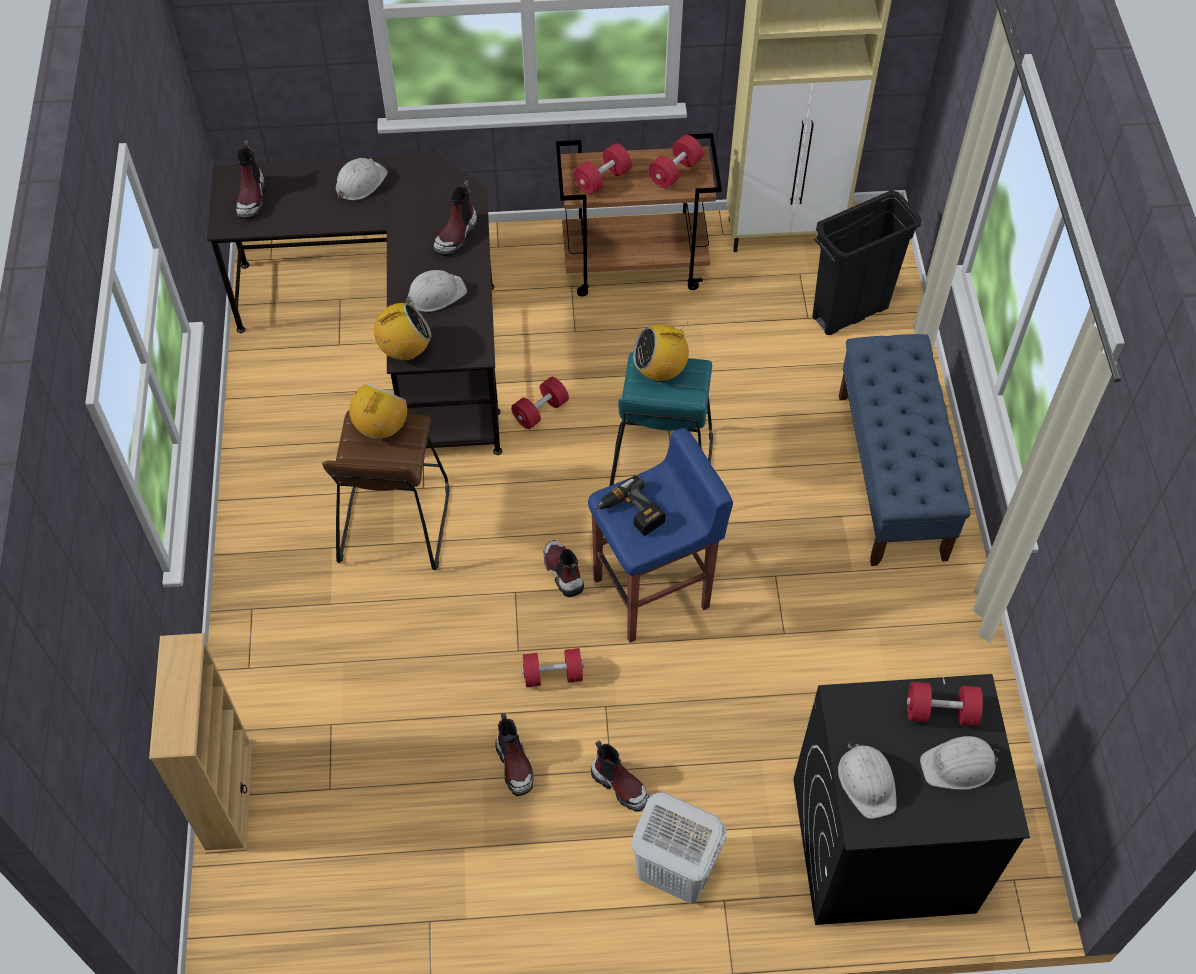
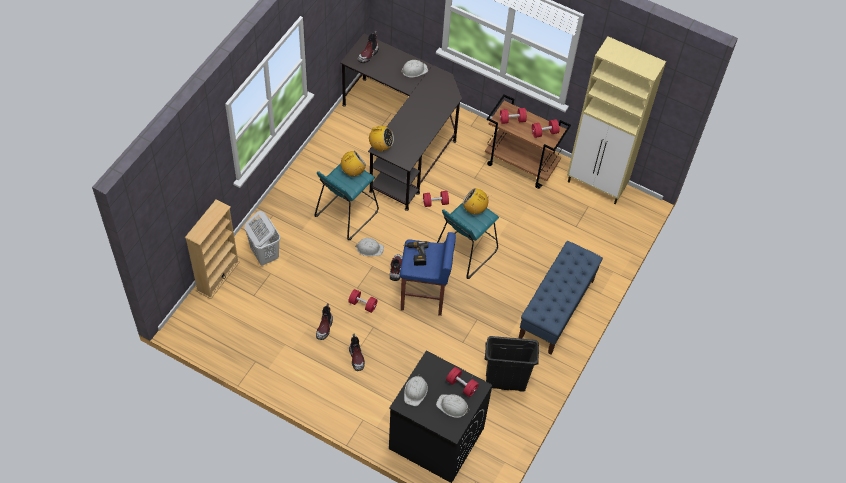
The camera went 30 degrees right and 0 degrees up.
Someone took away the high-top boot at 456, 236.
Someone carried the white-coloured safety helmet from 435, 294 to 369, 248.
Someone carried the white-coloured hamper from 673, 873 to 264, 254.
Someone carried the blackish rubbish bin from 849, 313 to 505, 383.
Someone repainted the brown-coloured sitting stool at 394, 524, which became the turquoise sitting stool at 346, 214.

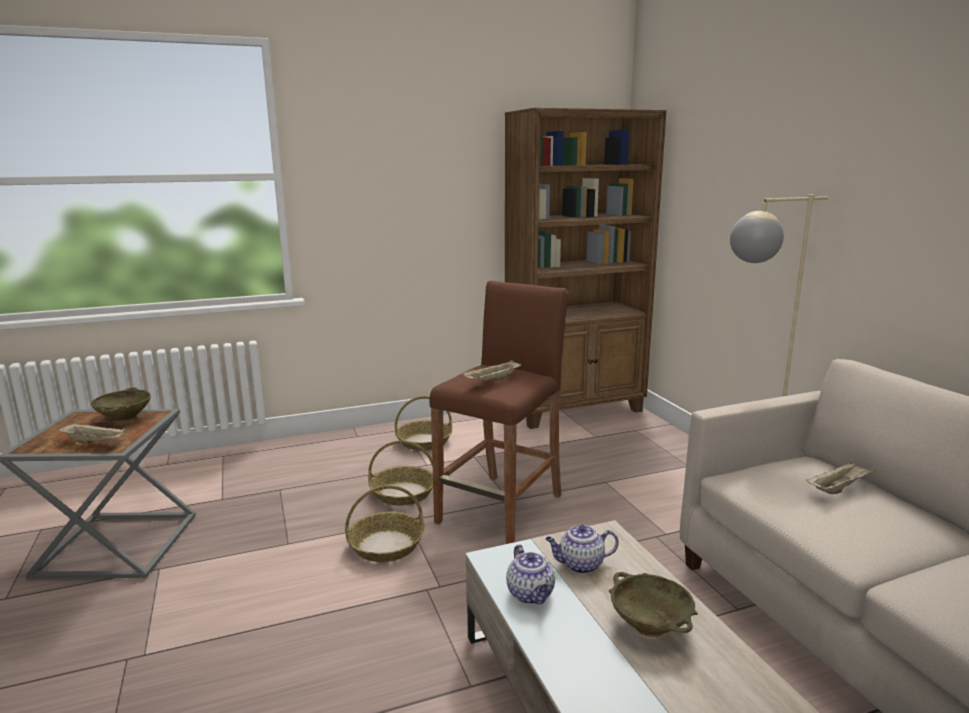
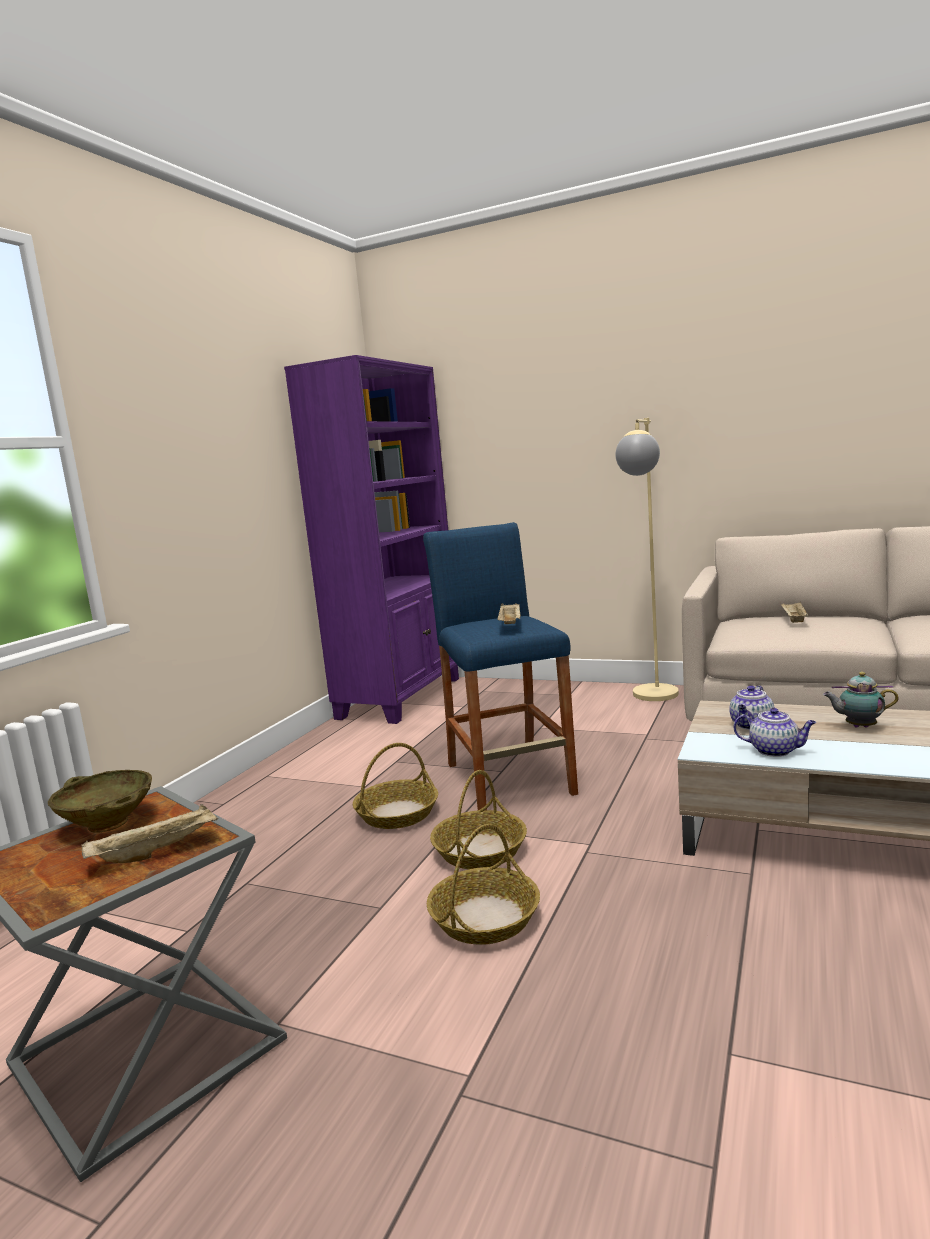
The camera went 45 degrees left and 5 degrees down.
Someone carried the storage basket from 424, 442 to 485, 918.
Someone swapped the sand-coloured serving bowl at 650, 626 for the pot for tea at 858, 727.
Someone repainted the brown-coloured sitting stool at 501, 509, which became the blue sitting stool at 509, 779.
Someone repainted the brown-coloured shelving unit at 575, 409, which became the purple-coloured shelving unit at 402, 697.

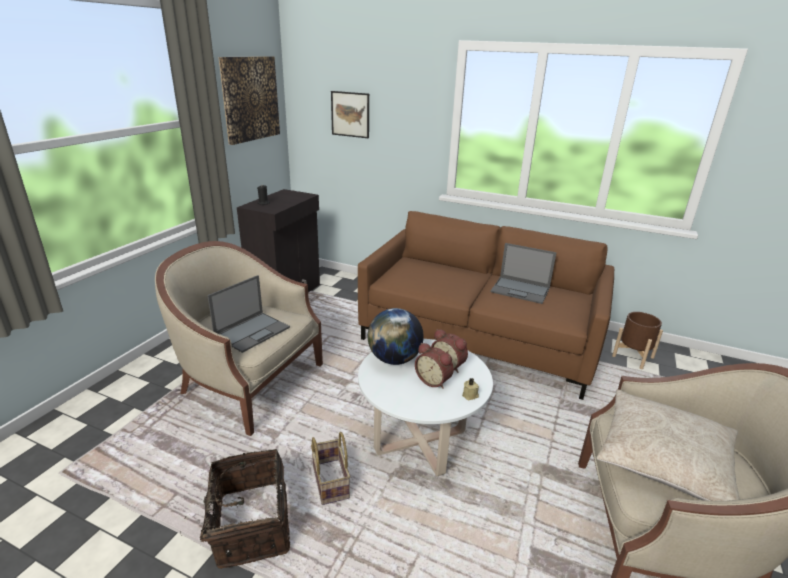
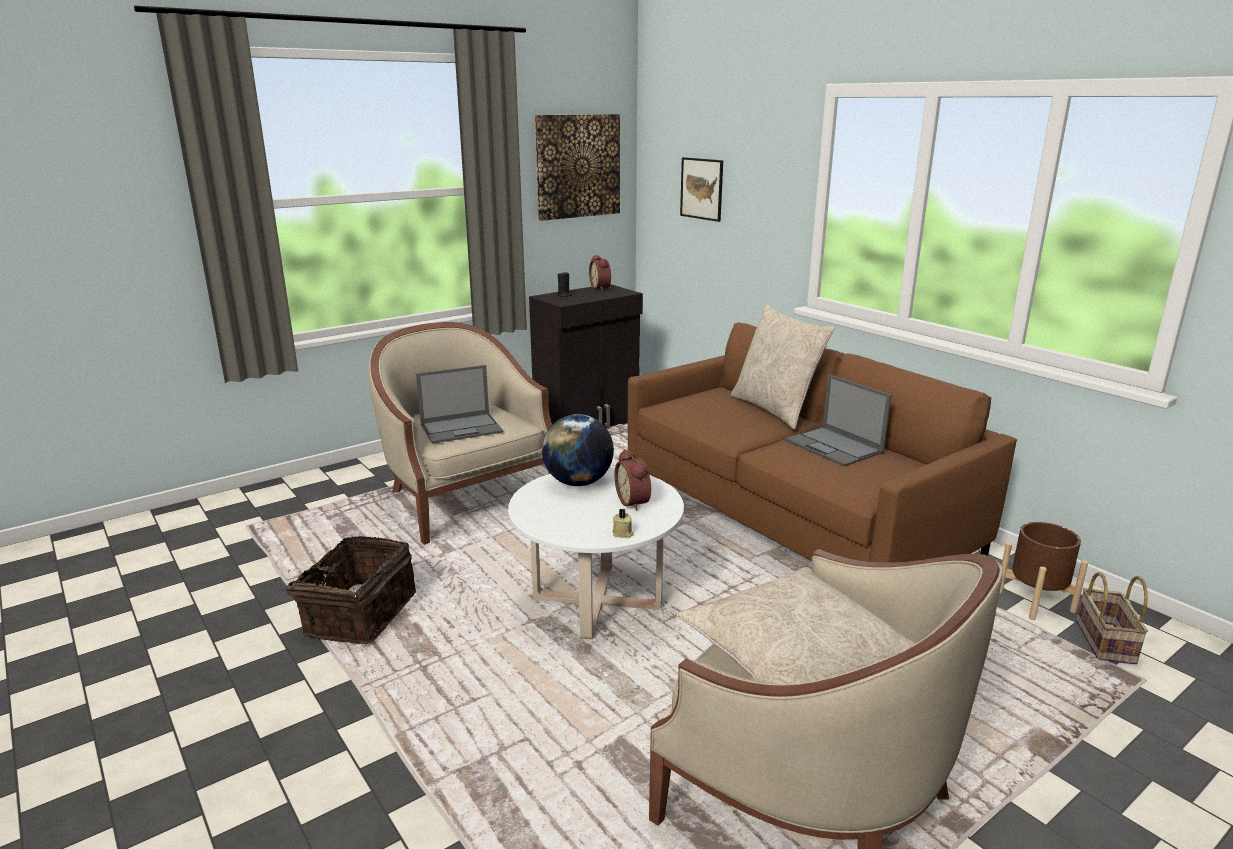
The camera went 30 degrees right and 5 degrees down.
Someone put down the sand-coloured throw pillow at 775, 409.
Someone carried the storage basket from 329, 481 to 1103, 641.
Someone carried the bedside clock from 434, 380 to 601, 288.

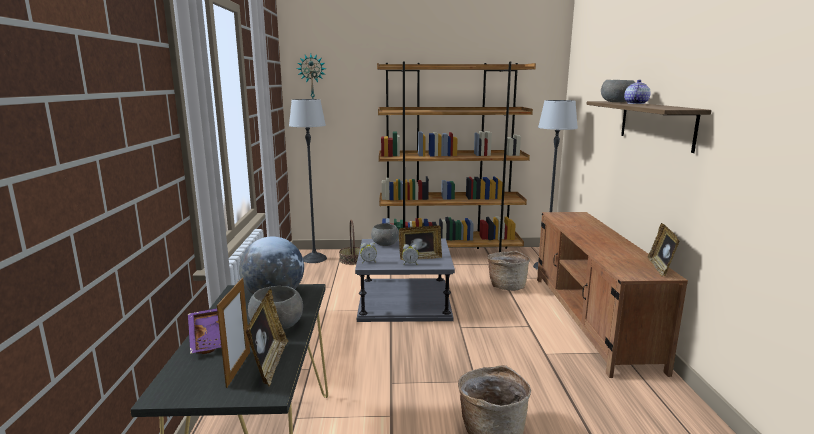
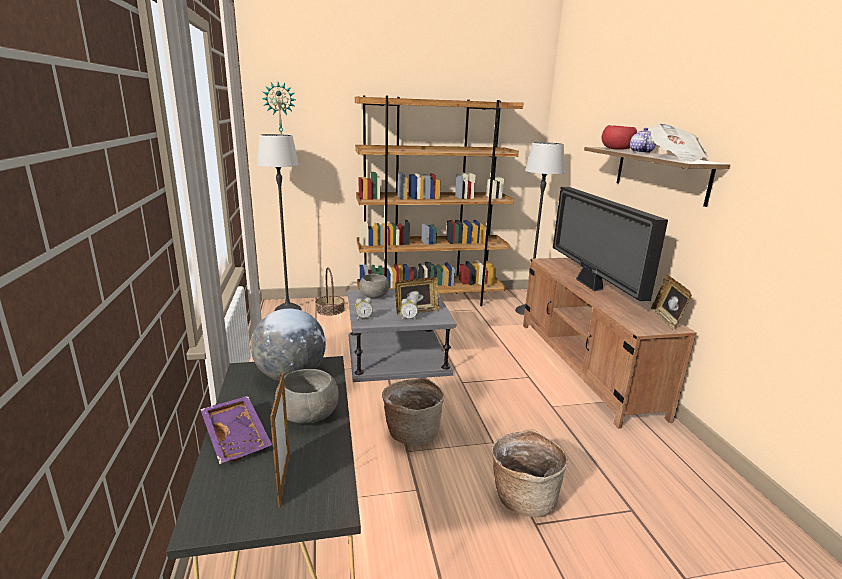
The camera went 10 degrees left and 5 degrees up.
Someone took away the standing frame at 269, 364.
Someone put down the TV set at 590, 285.
Someone put down the daily paper at 675, 158.
Someone carried the storage basket from 507, 286 to 412, 432.
Someone repainted the gray serving bowl at 617, 102, which became the reddish serving bowl at 617, 149.

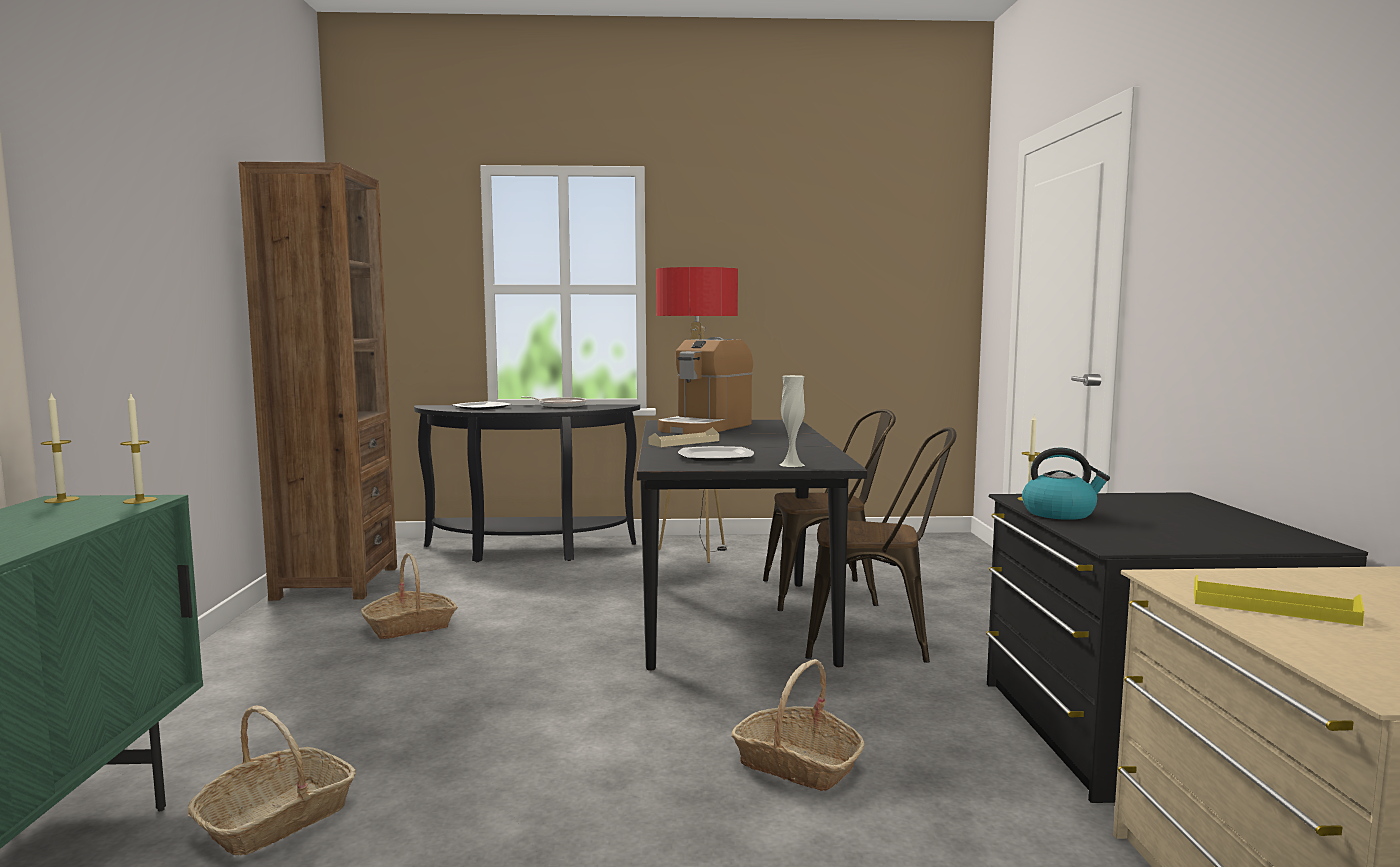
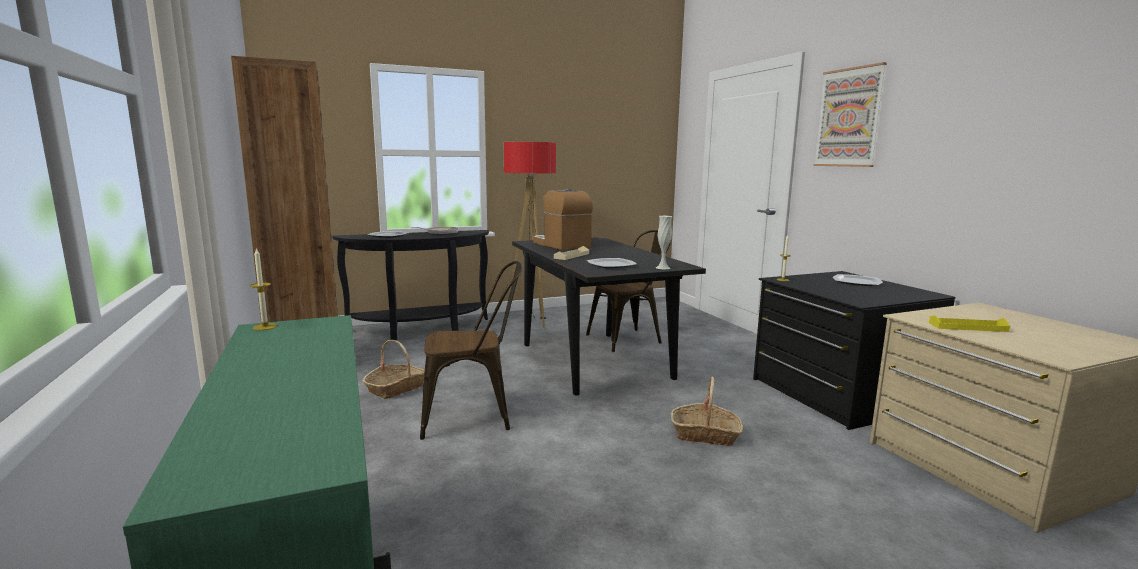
The camera went 20 degrees left and 5 degrees up.
Someone took away the candle at 140, 500.
Someone took away the storage basket at 276, 819.
Someone took away the kettle at 1060, 513.
Someone put up the picture at 848, 118.
Someone put down the dinner plate at 857, 282.
Someone carried the brown-coloured upright chair from 878, 641 to 474, 416.
Someone rotated the coffee machine at 705, 427 by 135 degrees clockwise.

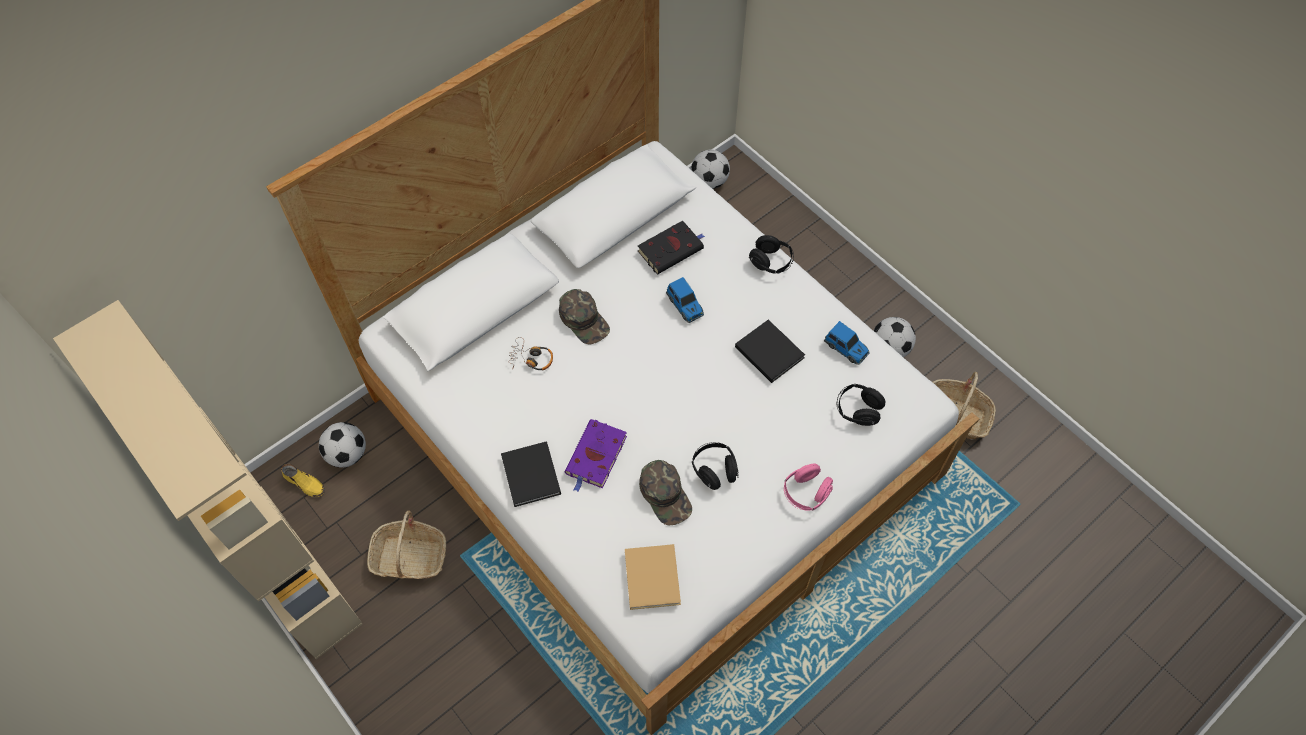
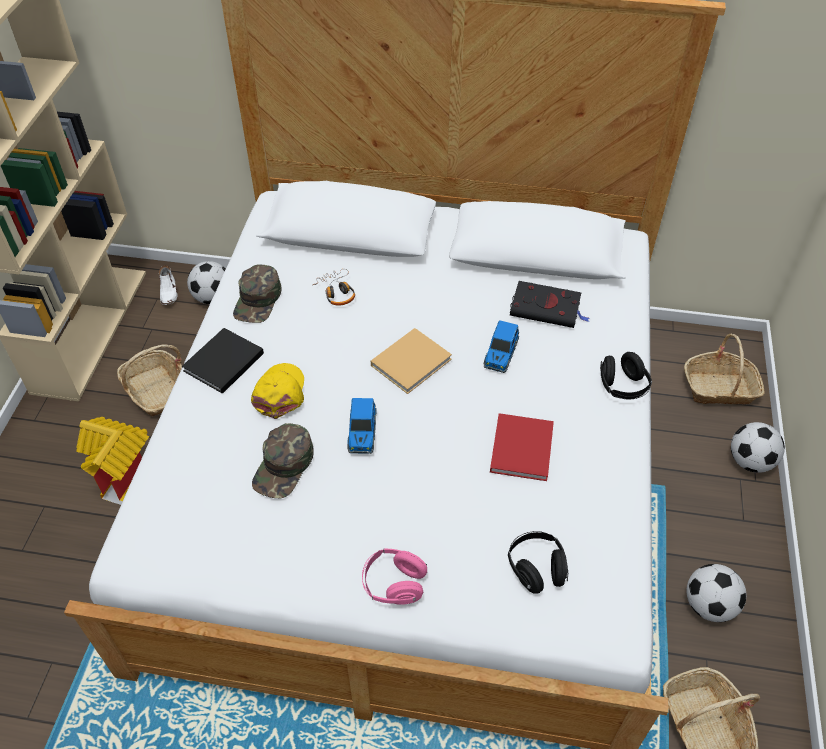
The camera went 50 degrees right and 10 degrees down.
Someone took away the blackish pair of headphones at 714, 470.
Someone put down the toy house at 125, 476.
Someone put down the storage basket at 719, 388.
Someone carried the green-coloured cap from 584, 320 to 258, 300.
Someone carried the sand-coloured volume from 652, 575 to 412, 361.
Someone carried the football from 709, 182 to 750, 461.
Someone carried the miniature car from 846, 348 to 362, 433.
Someone swapped the purple-coloured volume at 596, 457 for the yellow-coloured cap at 280, 393.
Someone repainted the yellow-coloured item of footwear at 305, 483, which became the white-coloured item of footwear at 169, 292.
Someone repainted the blackish volume at 768, 351, which became the reddish volume at 522, 446.

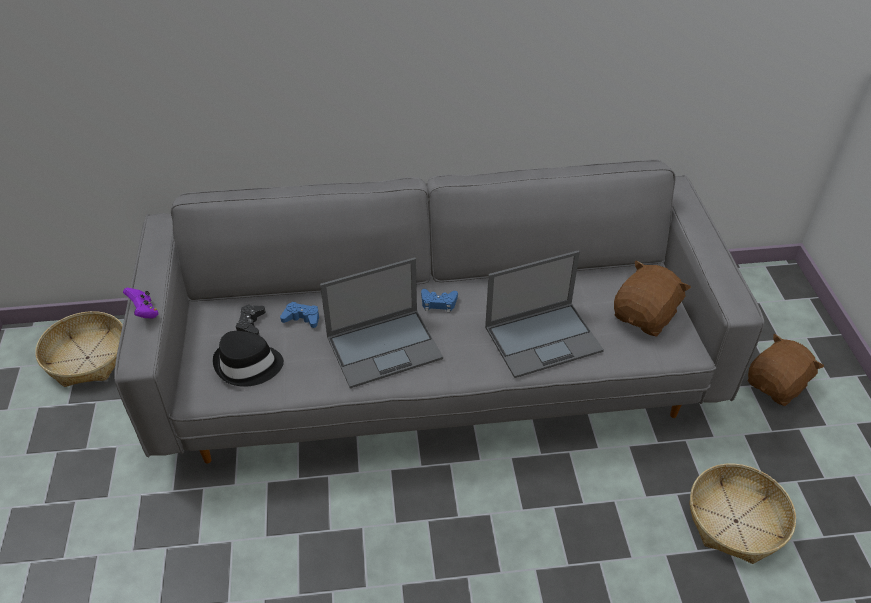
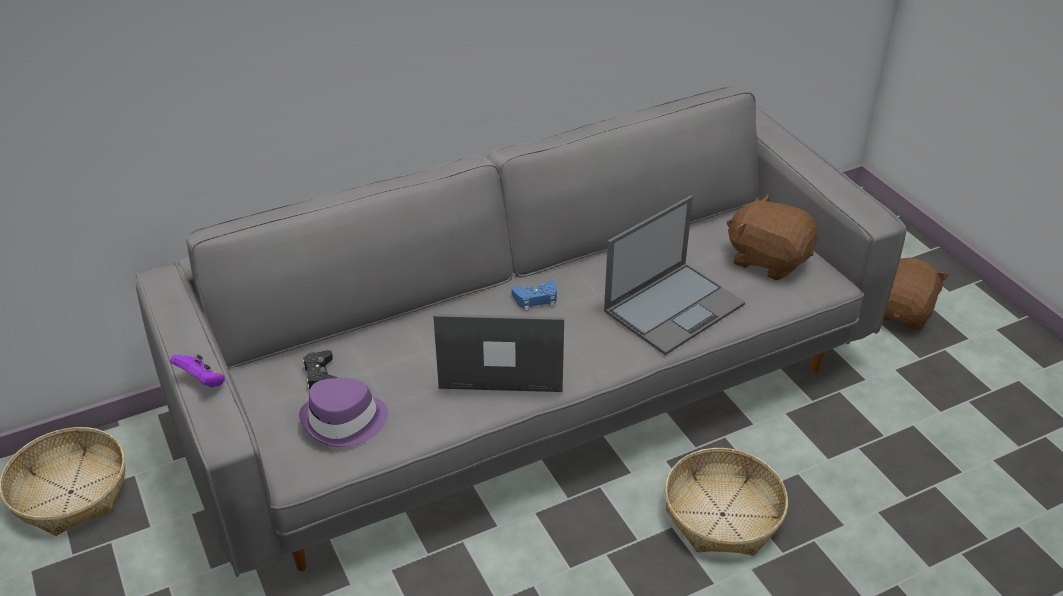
The camera went 20 degrees left and 5 degrees down.
Someone took away the blue game controller at 302, 318.
Someone carried the storage basket from 736, 521 to 722, 514.
Someone repainted the blackish hat at 248, 365, which became the purple-coloured hat at 344, 421.
Someone rotated the portable computer at 385, 347 by 135 degrees counterclockwise.
Someone rotated the brown-coloured soft toy at 645, 316 by 75 degrees counterclockwise.

